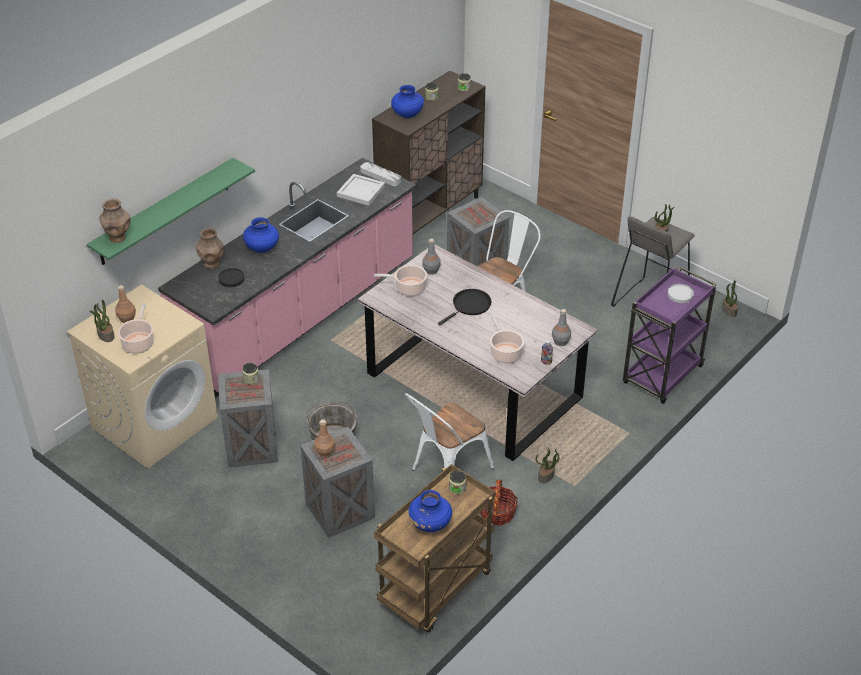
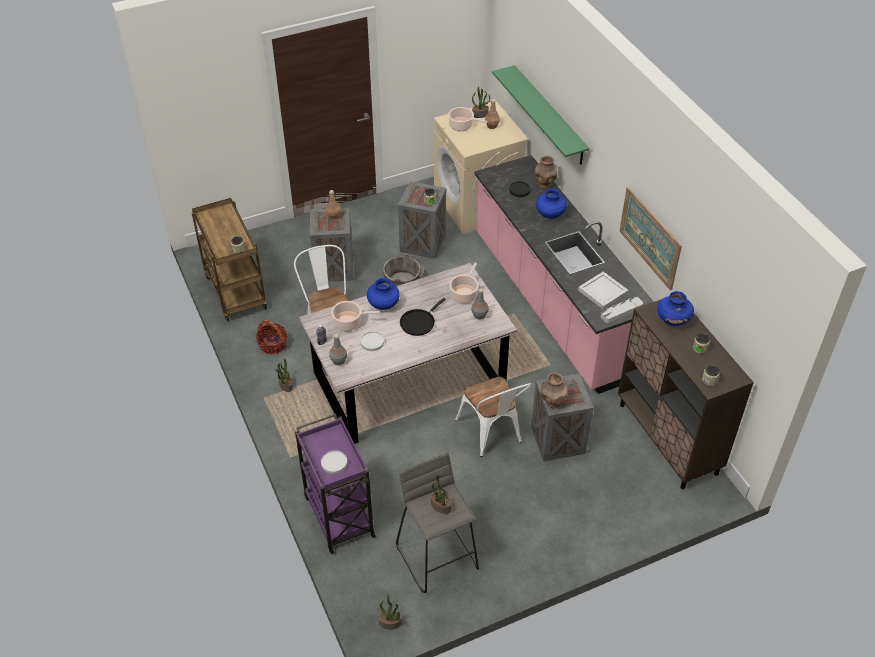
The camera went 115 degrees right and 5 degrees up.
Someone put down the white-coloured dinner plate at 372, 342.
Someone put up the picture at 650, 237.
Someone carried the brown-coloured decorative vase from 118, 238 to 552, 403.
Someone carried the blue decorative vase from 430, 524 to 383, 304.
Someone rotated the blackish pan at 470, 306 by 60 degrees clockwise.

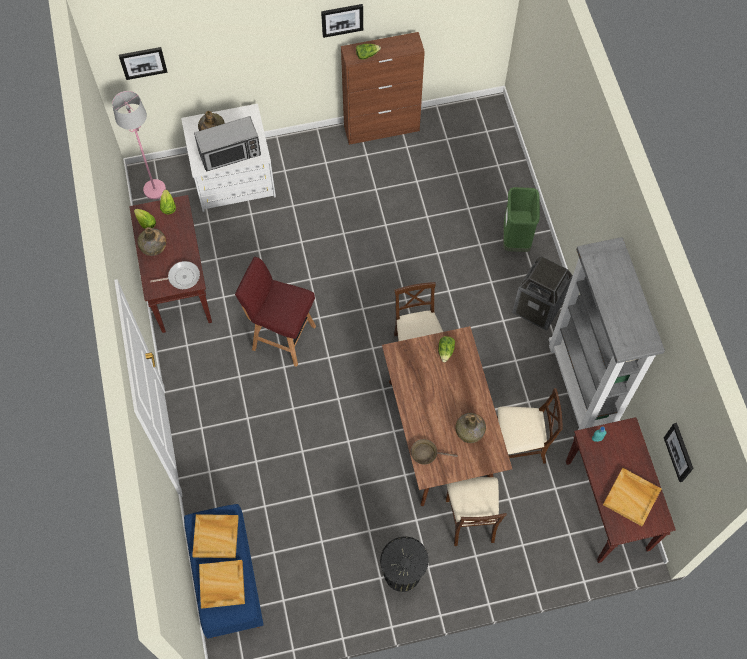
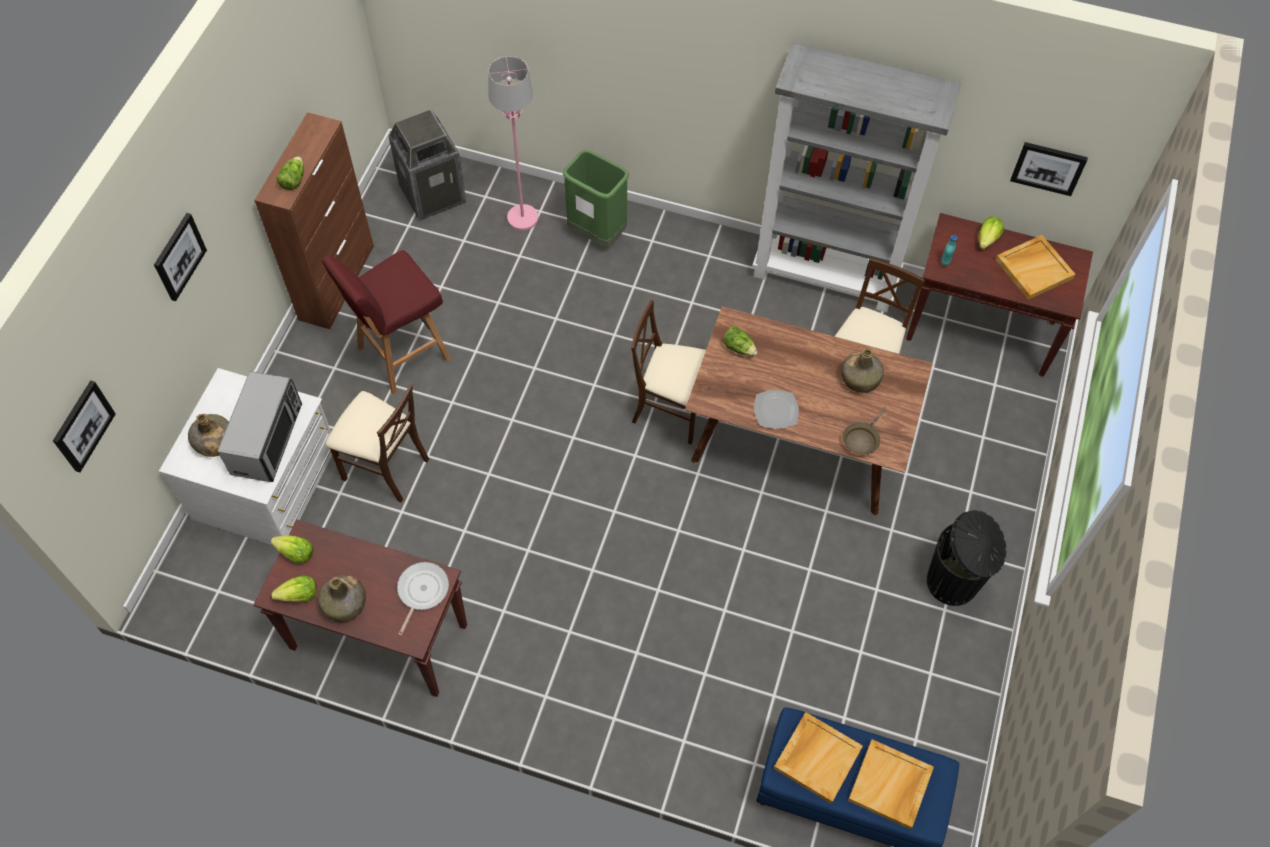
The camera went 60 degrees left and 5 degrees down.
Someone put down the dinner plate at 776, 410.
Someone put down the lettuce at 987, 239.
Someone carried the pink standing lamp from 155, 189 to 522, 217.
Someone carried the reddish sitting stool from 282, 337 to 401, 355.
Someone carried the picture from 342, 19 to 178, 256.
Someone carried the sand-coloured upright chair from 471, 519 to 385, 467.
Someone carried the rubbish bin from 538, 307 to 433, 194.

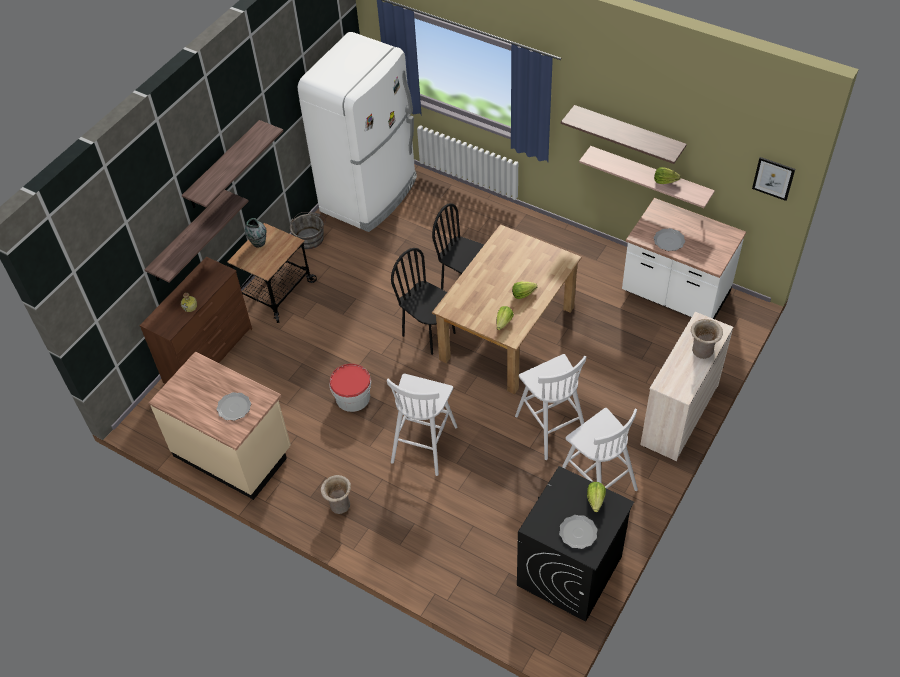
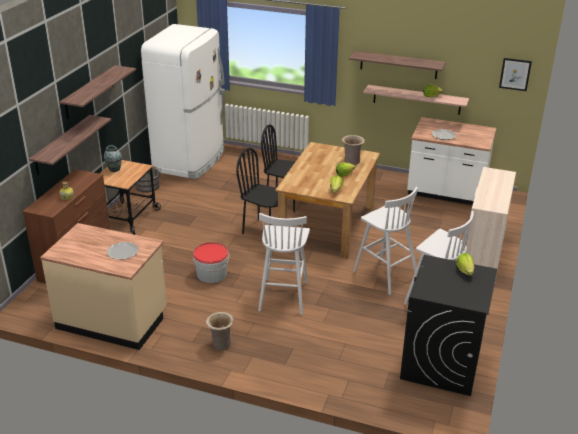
The camera went 15 degrees left and 20 degrees down.
Someone took away the dinner plate at 578, 533.
Someone carried the sand-coloured decorative vase from 702, 352 to 352, 162.

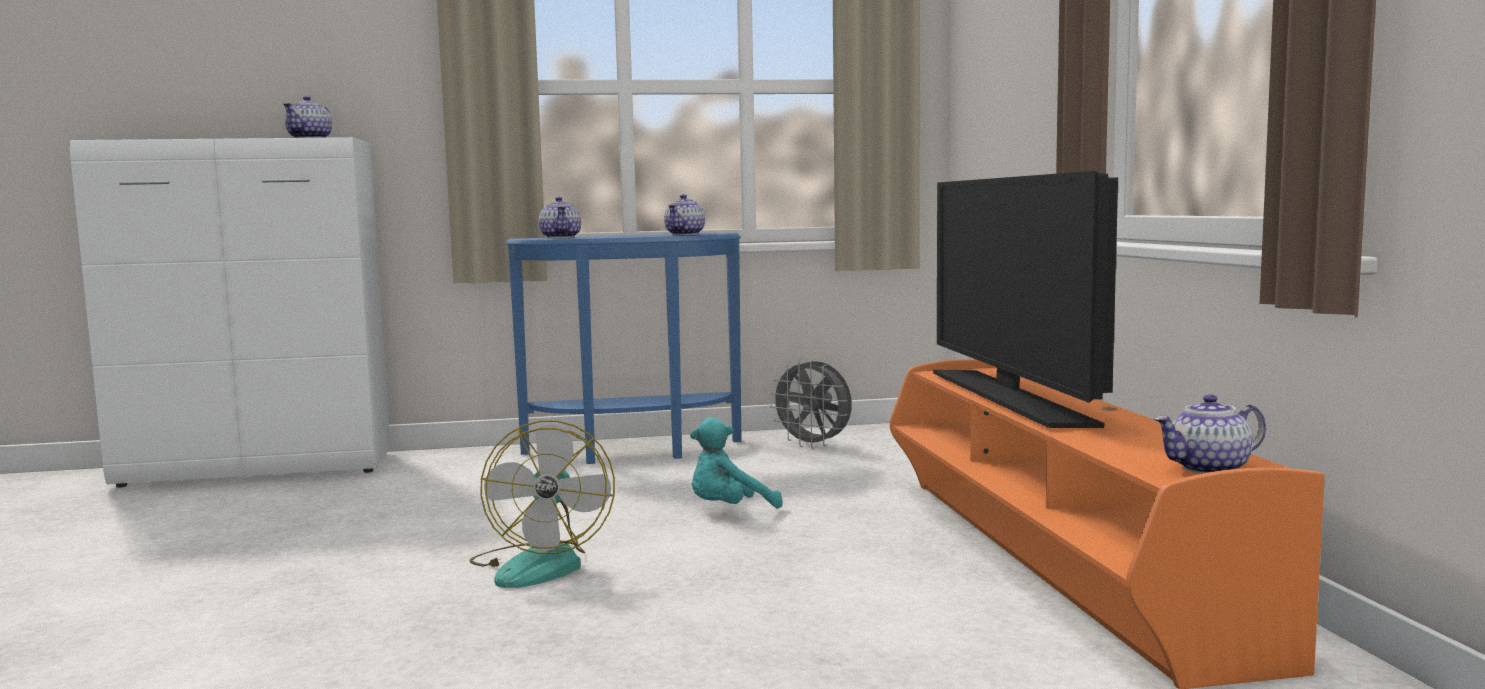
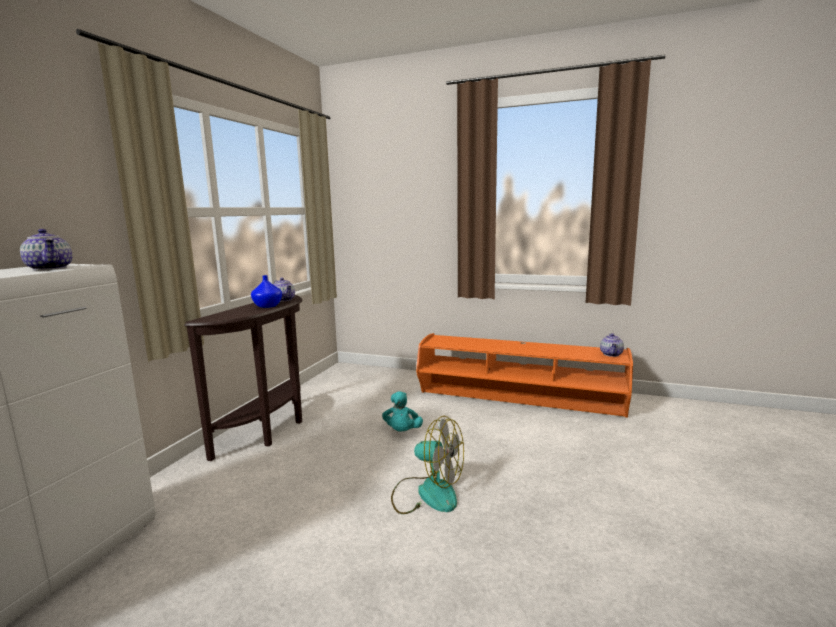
The camera went 60 degrees left and 5 degrees up.
Someone took away the pot for tea at 561, 237.
Someone took away the gray electric fan at 814, 445.
Someone took away the TV set at 1010, 398.
Someone put down the blue decorative vase at 268, 306.
Someone repainted the blue console table at 634, 453, which became the brown-coloured console table at 271, 430.

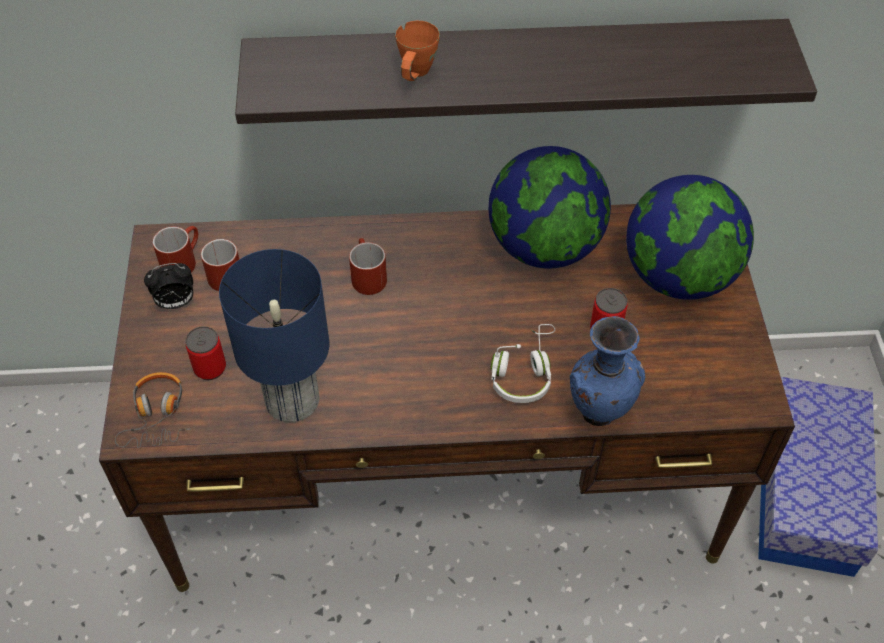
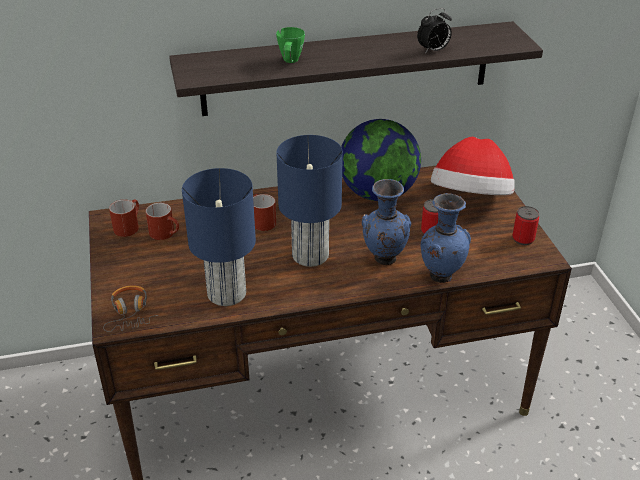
The camera went 10 degrees left and 15 degrees down.
Someone took away the storage bin at 806, 492.
Someone put down the blue lamp for a table at 309, 255.
Someone carried the bedside clock from 175, 303 to 433, 51.
Someone carried the sealed can from 210, 368 to 523, 239.
Someone swapped the white-coloured pair of headphones at 523, 372 for the blue decorative vase at 383, 260.
Someone swapped the desk globe at 678, 277 for the hat at 470, 200.
Someone repainted the orange mug at 415, 76, which became the green-coloured mug at 290, 63.

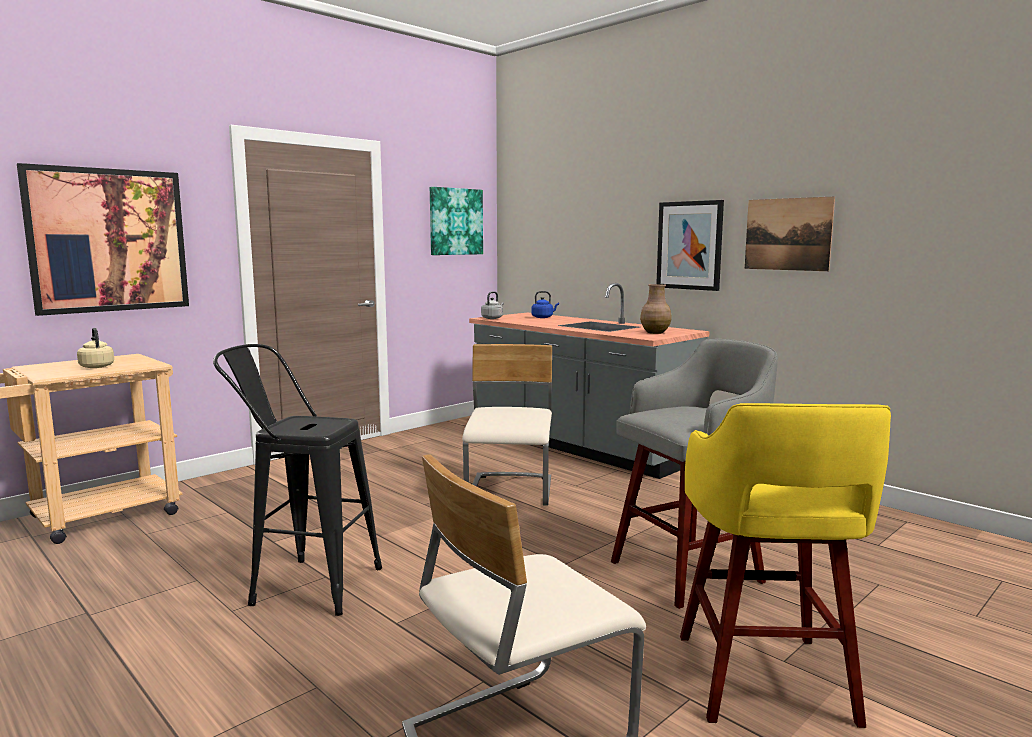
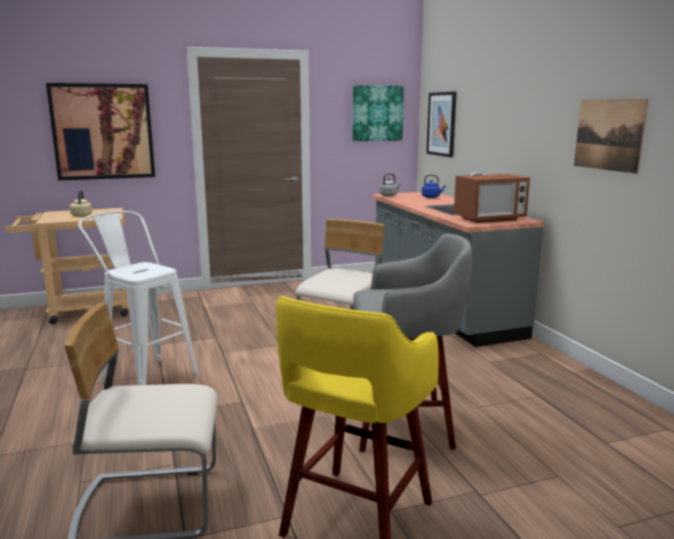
The camera went 25 degrees right and 5 degrees up.
Someone carried the picture from 689, 245 to 442, 124.
Someone swapped the brown-coloured decorative vase at 655, 332 for the kitchen microwave at 489, 219.
Someone repainted the blackish sitting stool at 305, 584, which became the white-coloured sitting stool at 145, 376.

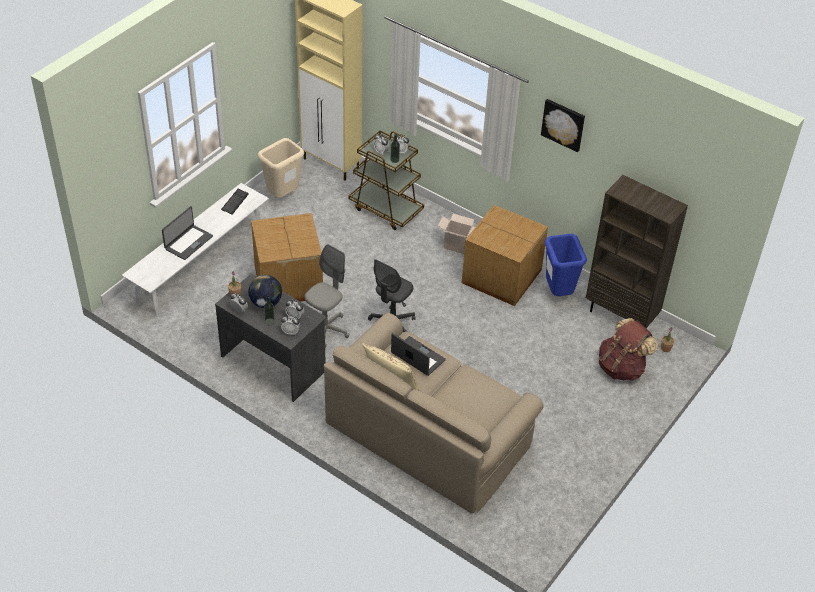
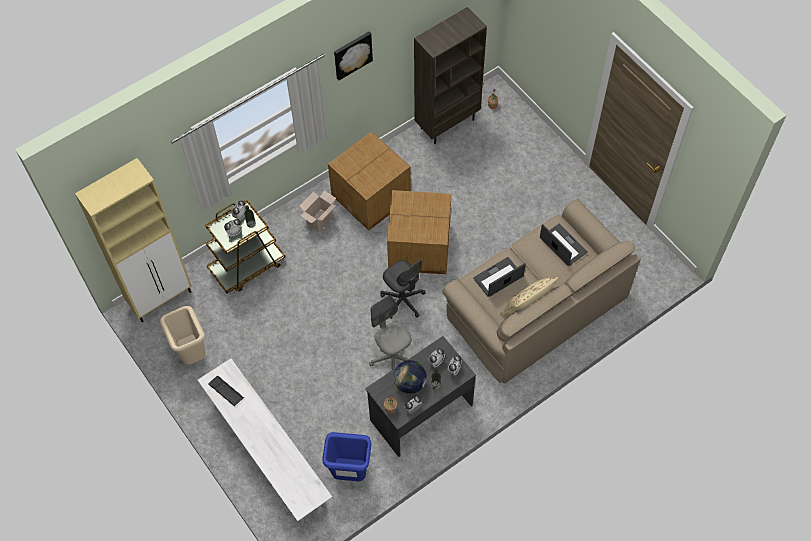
The camera went 70 degrees left and 15 degrees up.
Someone took away the brown-coloured knapsack at 622, 367.
Someone carried the portable computer from 188, 242 to 562, 245.
Someone carried the cardboard box from 287, 282 to 420, 248.
Someone carried the blue rubbish bin from 558, 292 to 349, 473.

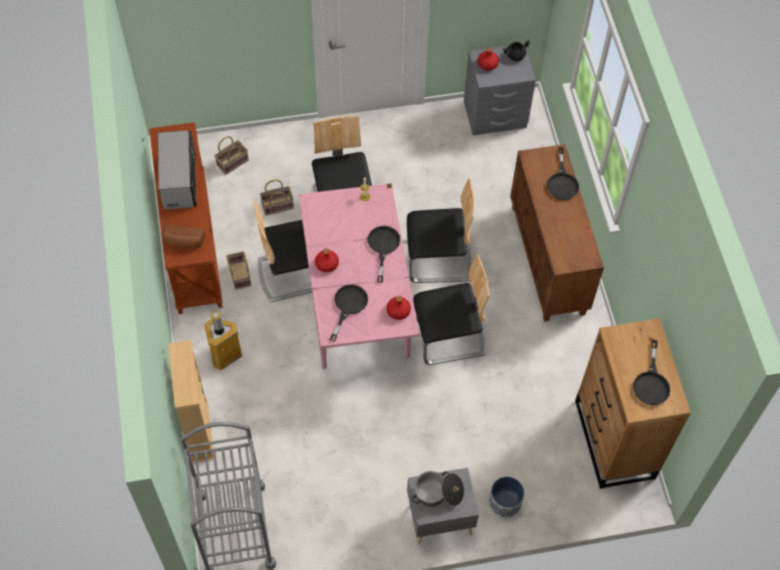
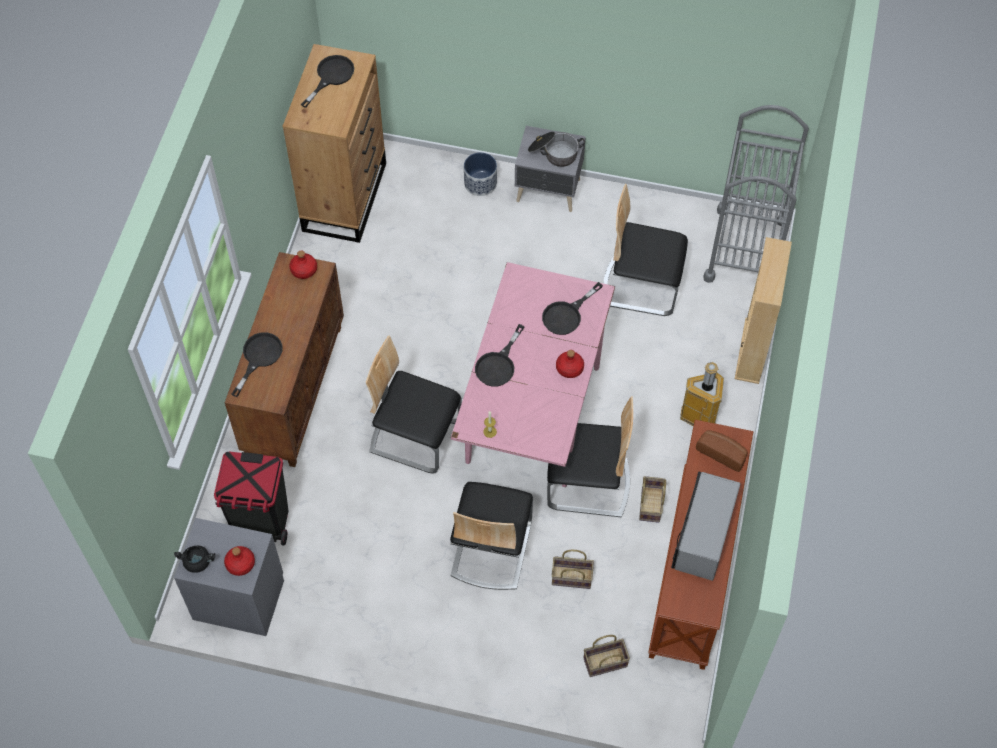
The camera went 155 degrees left and 0 degrees up.
Someone put down the blackish rubbish bin at 261, 523.
Someone carried the reddish drink bottle from 398, 311 to 303, 270.
Someone carried the upright chair from 449, 337 to 641, 285.

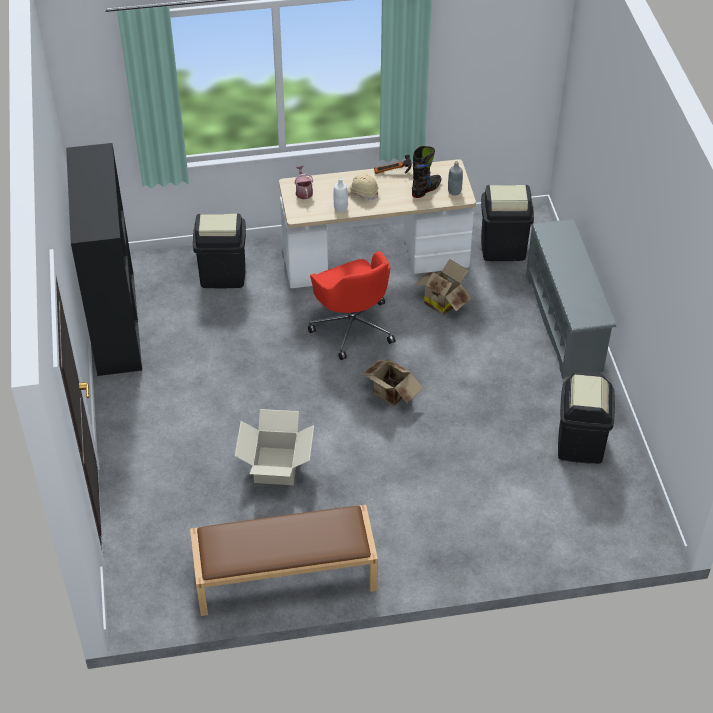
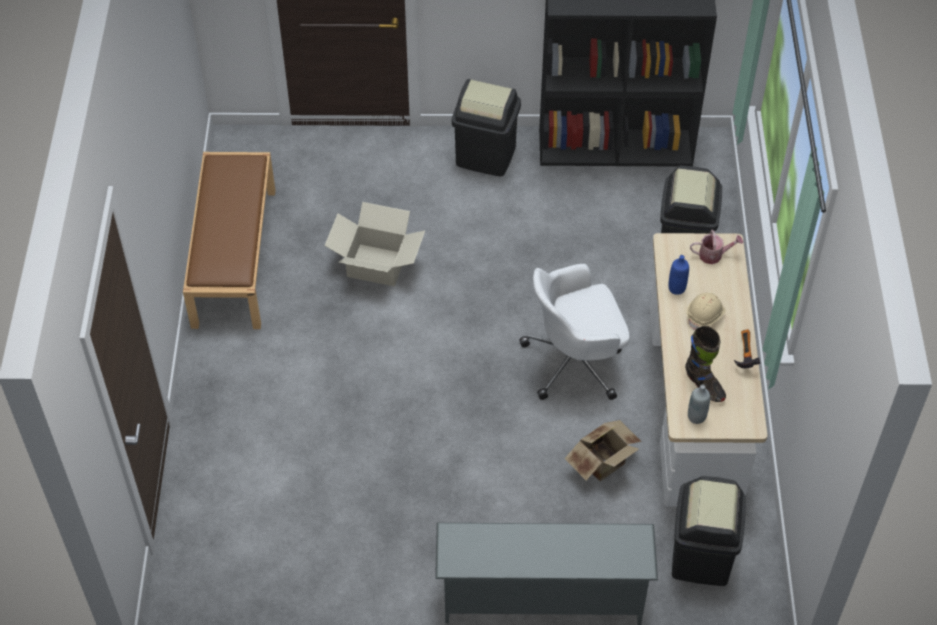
The camera went 100 degrees right and 5 degrees up.
Someone took away the cardboard box at 390, 395.
Someone carried the blackish rubbish bin from 579, 444 to 486, 155.
Someone repainted the reddish office chair at 352, 326, which became the white-coloured office chair at 575, 361.
Someone repainted the white-coloured drink bottle at 340, 208, which became the blue drink bottle at 676, 288.

